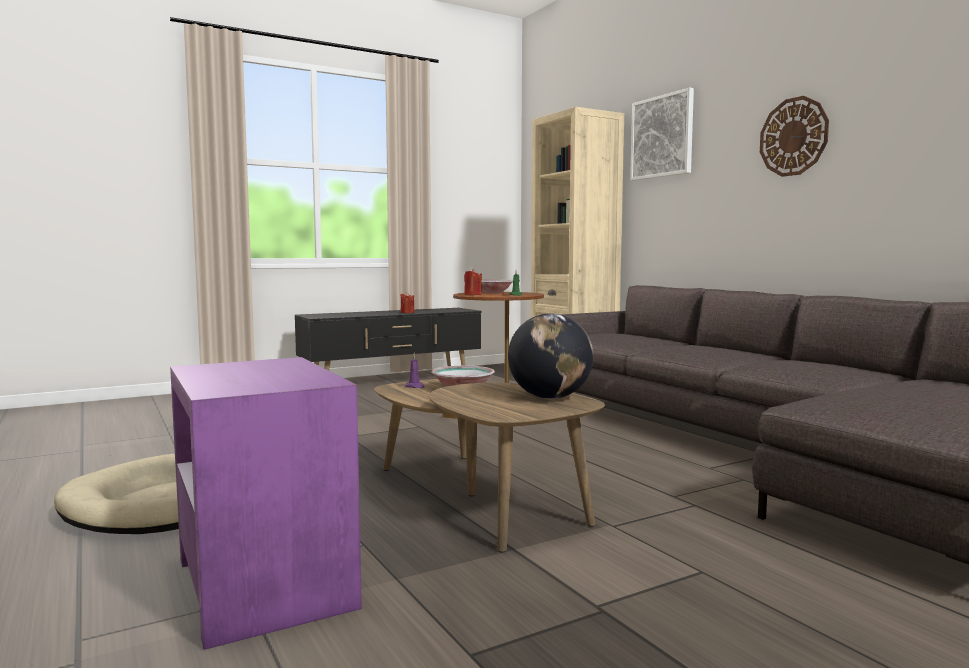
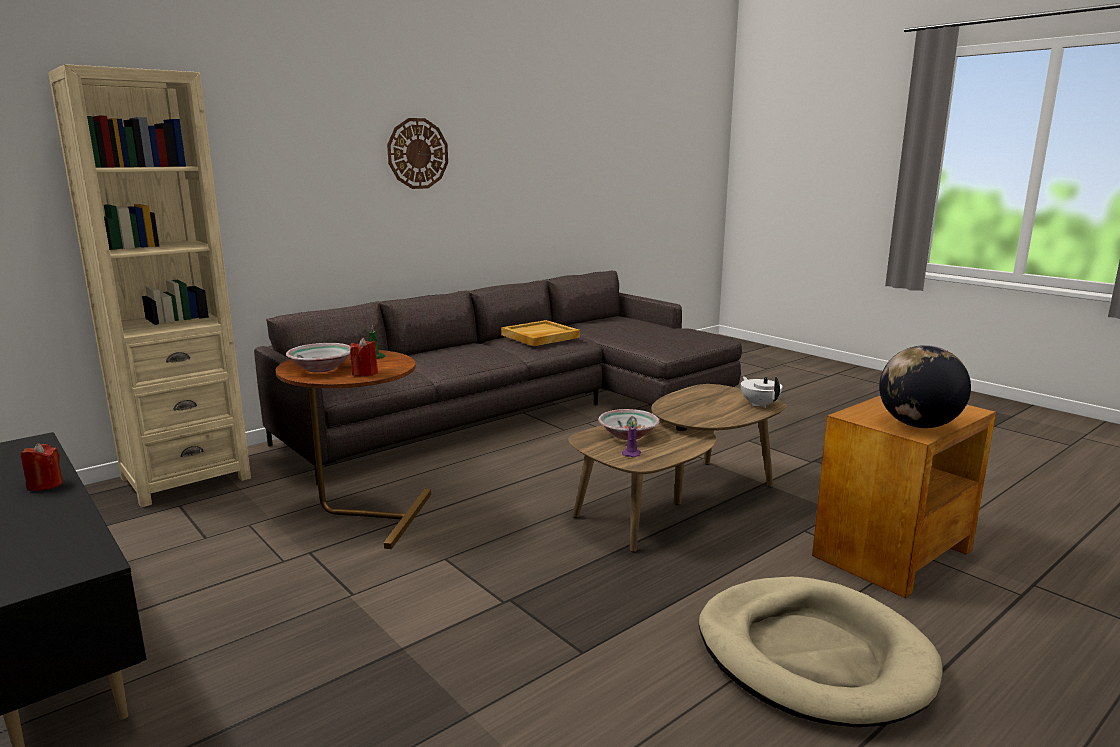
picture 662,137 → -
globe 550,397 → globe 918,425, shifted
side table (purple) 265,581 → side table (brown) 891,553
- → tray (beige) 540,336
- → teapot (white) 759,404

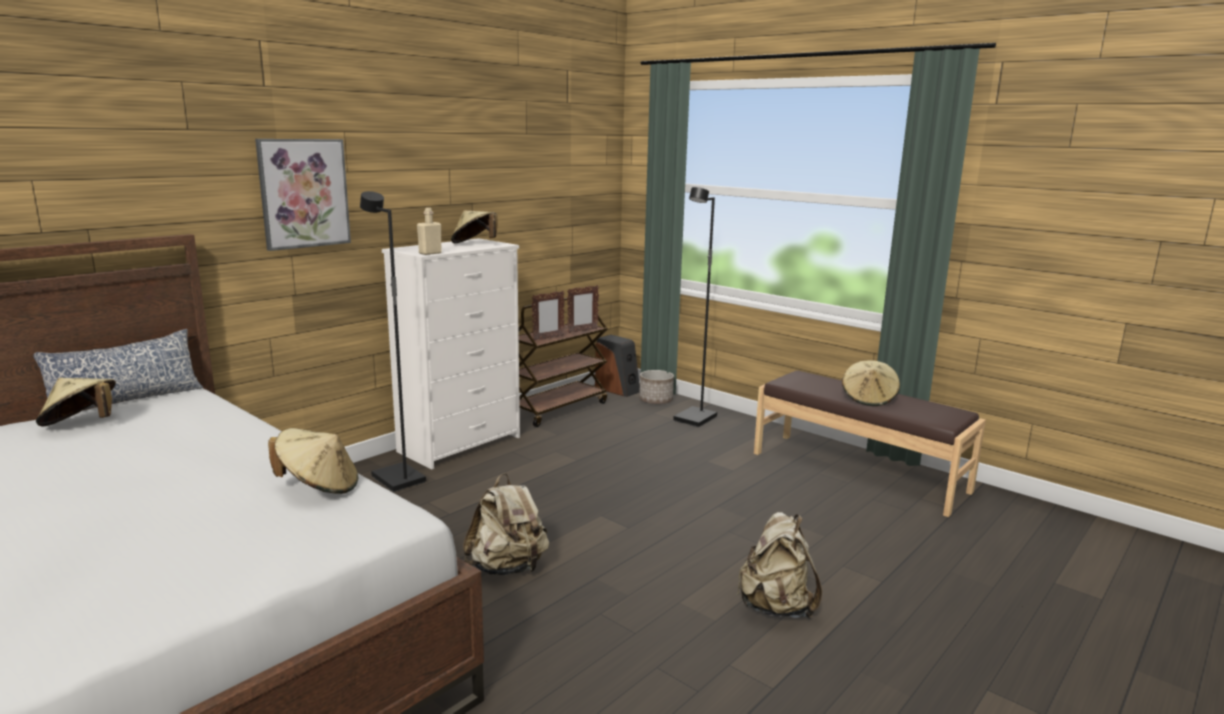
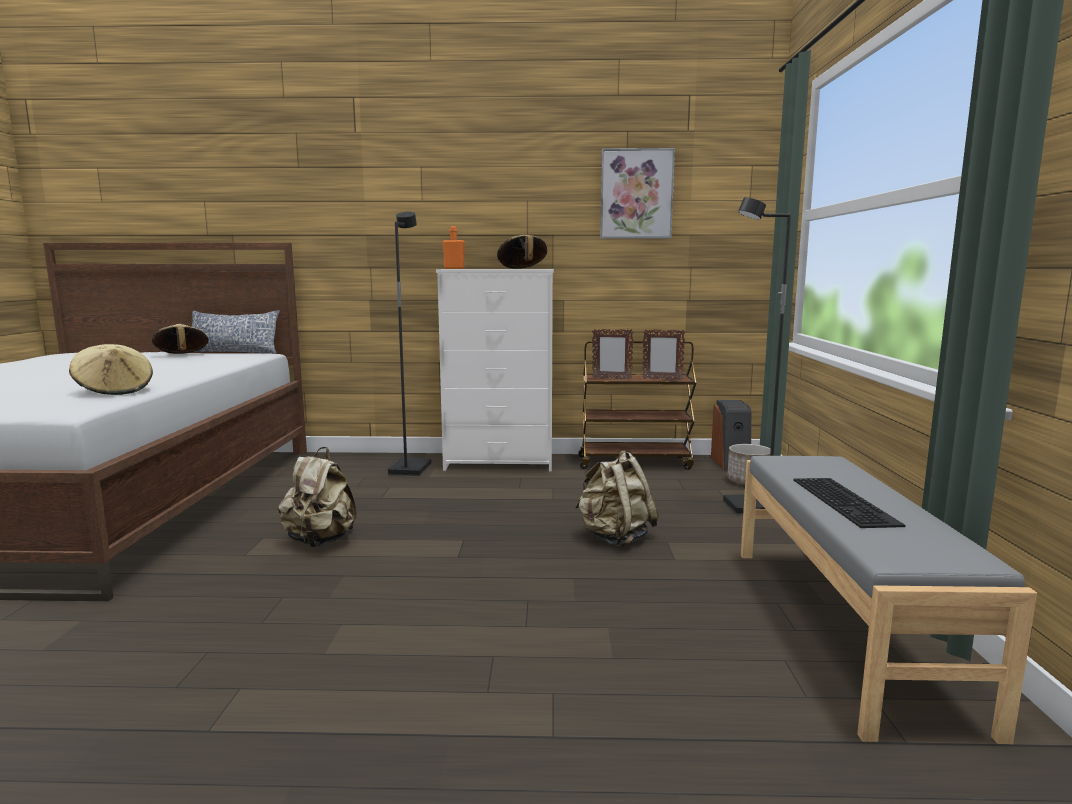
picture 303,193 → picture 636,194, shifted
bottle (beige) 430,253 → bottle (orange) 454,268
hat (beige) 869,399 → keyboard 847,501
bench (brown) 858,471 → bench (grey) 845,626
backpack (beige) 775,607 → backpack (beige) 615,538, shifted

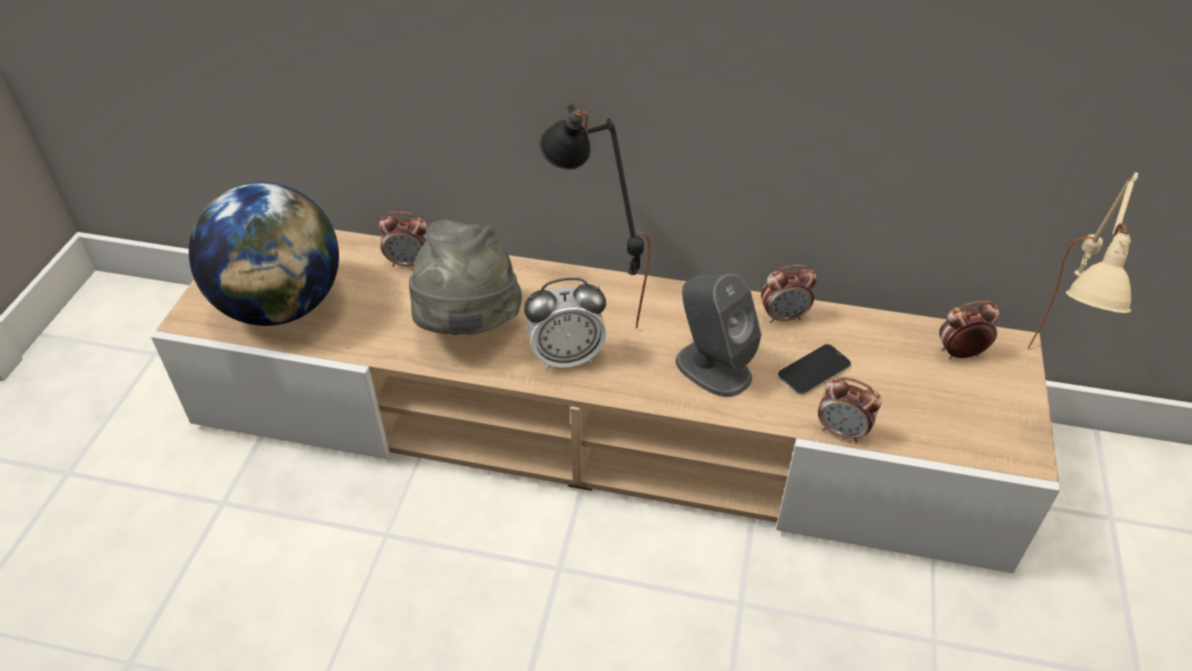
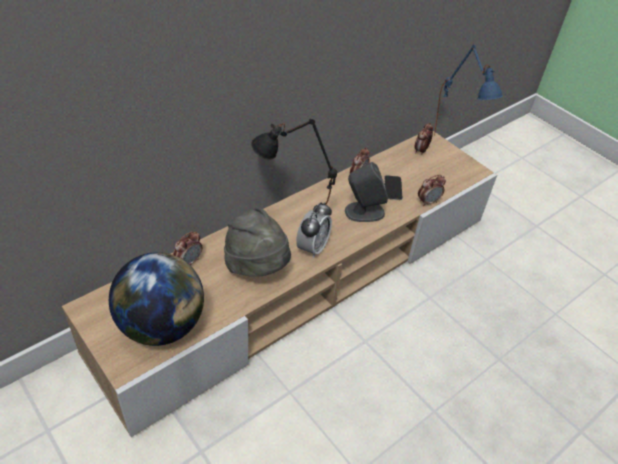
table lamp (beige) 1041,389 → table lamp (blue) 454,146

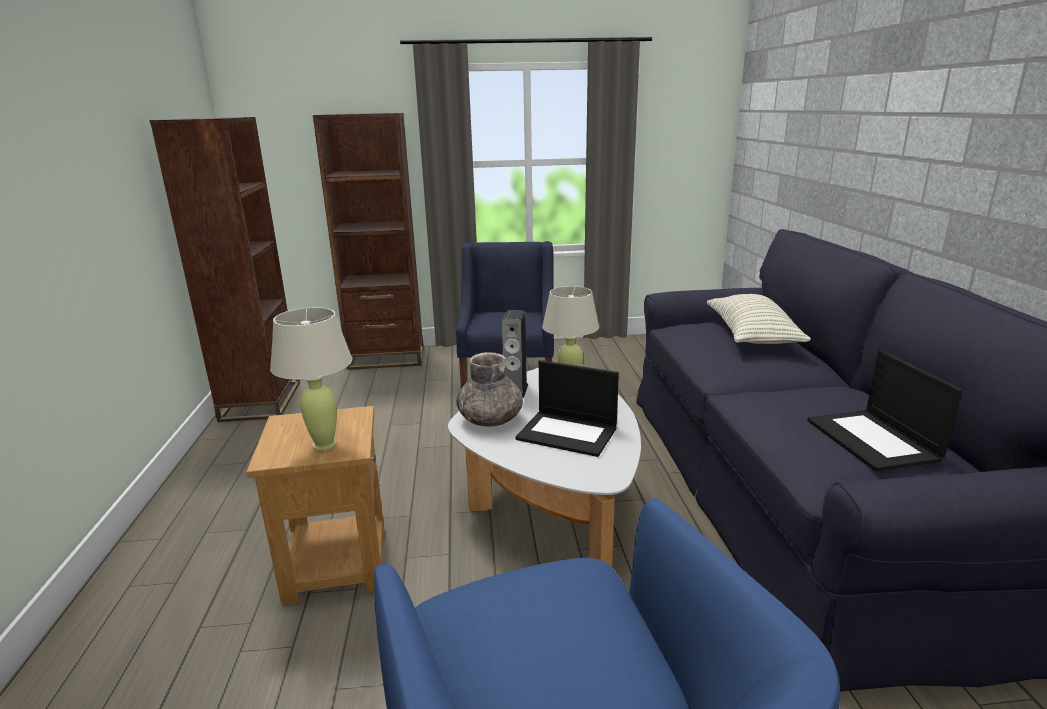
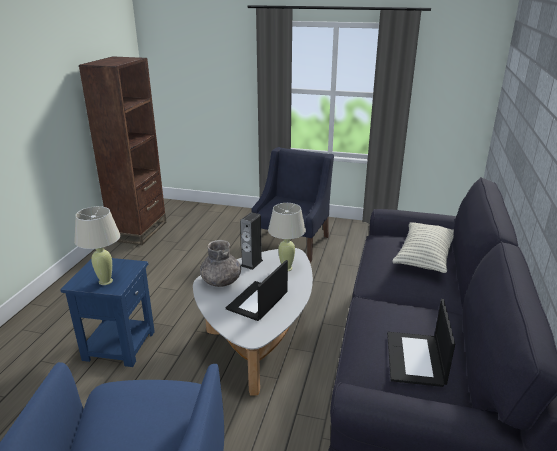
bookcase (brown) 386,358 → -
laptop 568,433 → laptop 257,301, 75 degrees clockwise
side table (brown) 336,564 → side table (blue) 119,345

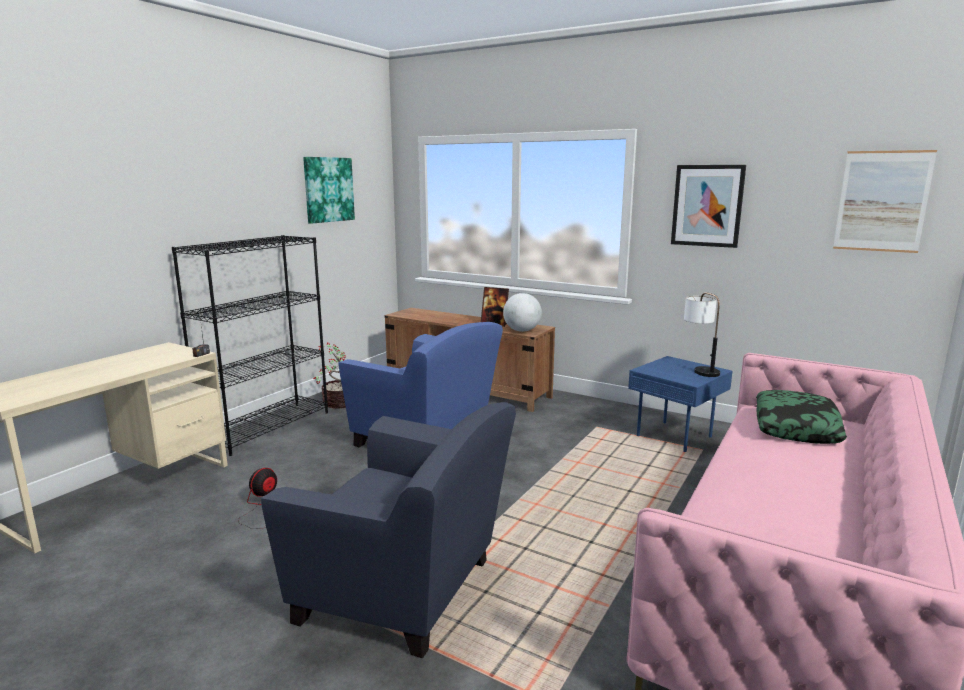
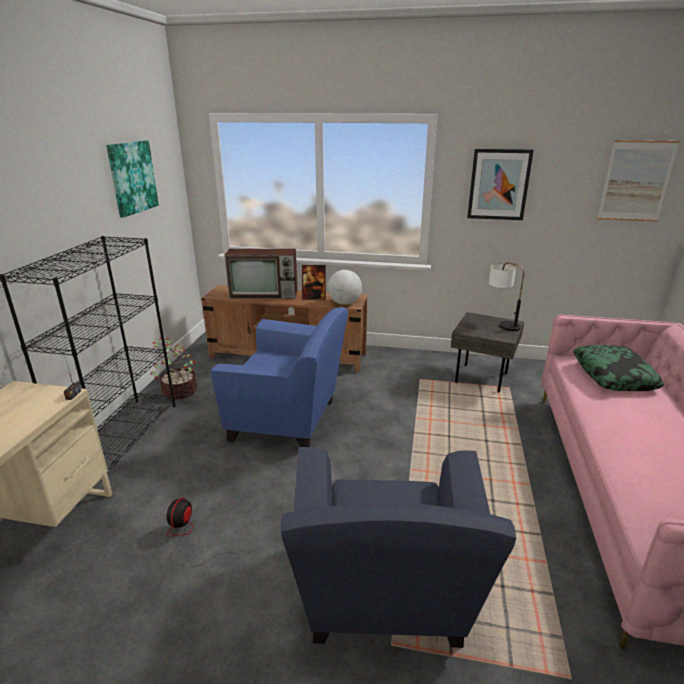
side table (blue) 676,436 → side table (grey) 483,378
armchair (blue) 407,590 → armchair (blue) 385,596, 90 degrees clockwise
- → television 265,294

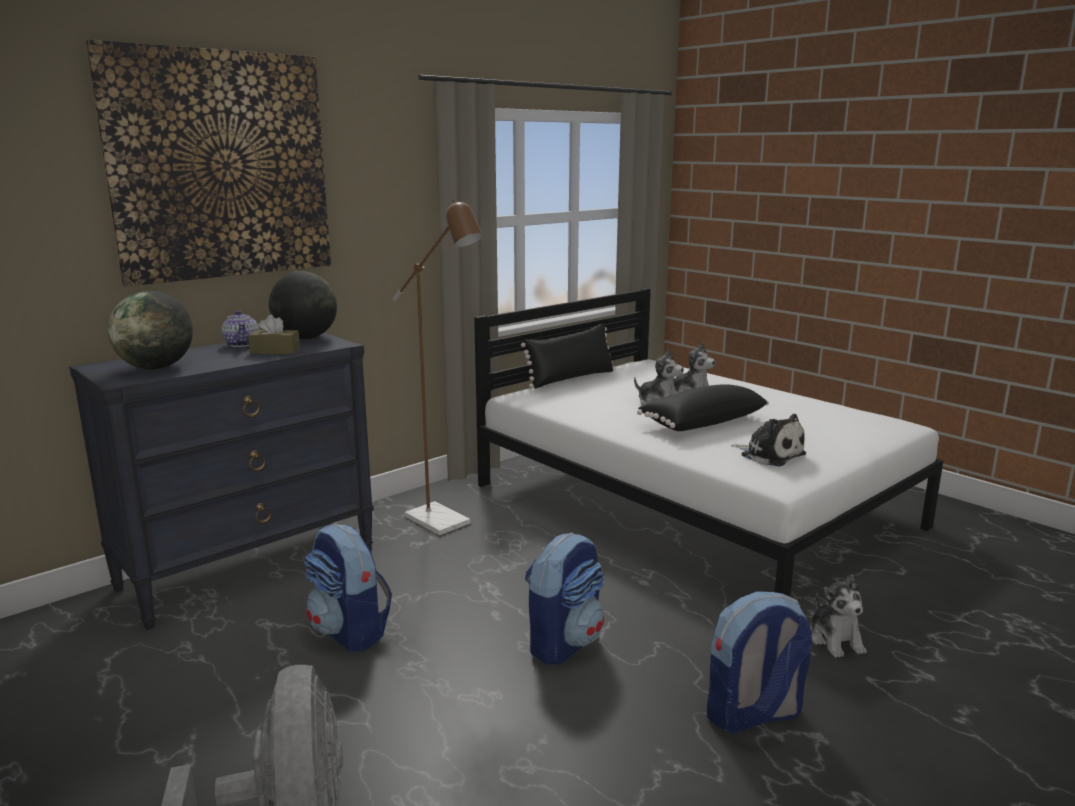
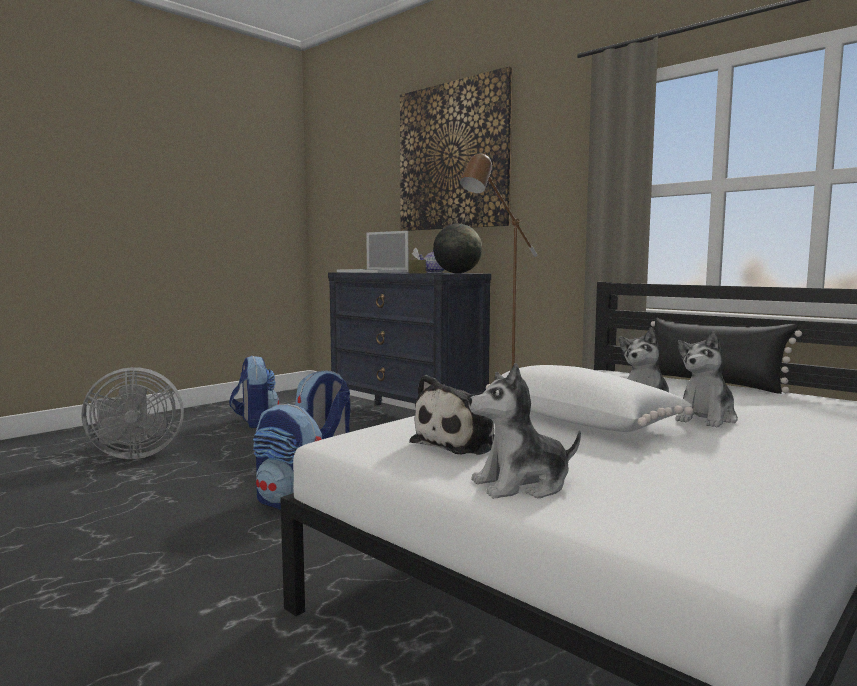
globe 156,368 → laptop 373,272
pillow (black) 701,422 → pillow (white) 581,421
plush toy 835,640 → plush toy 522,485, shifted
backpack 753,715 → backpack 255,422, shifted

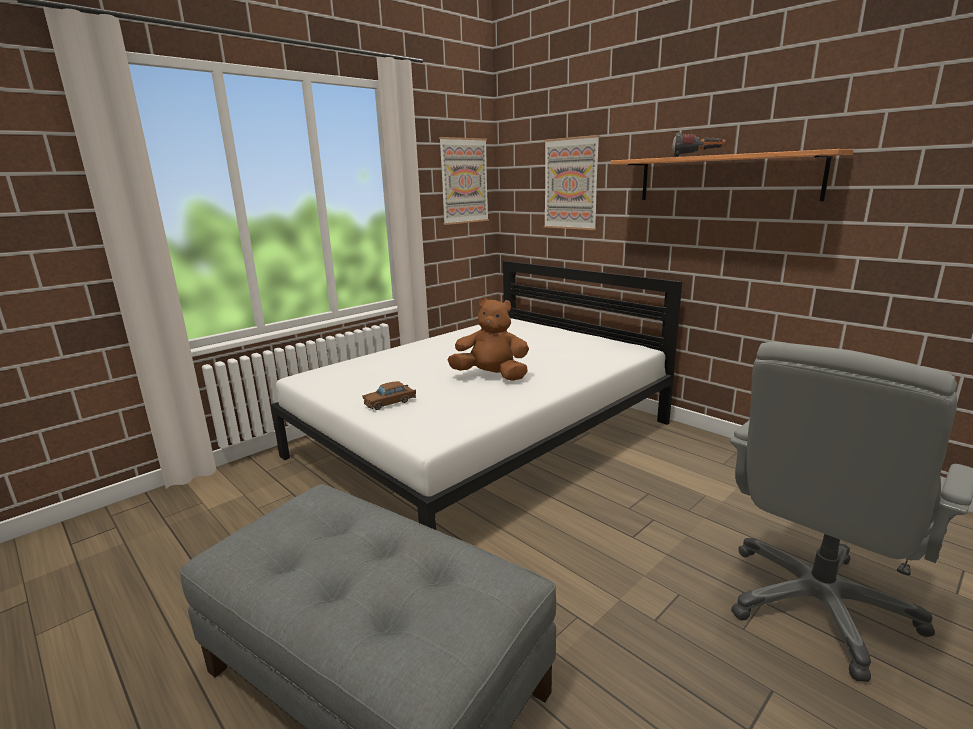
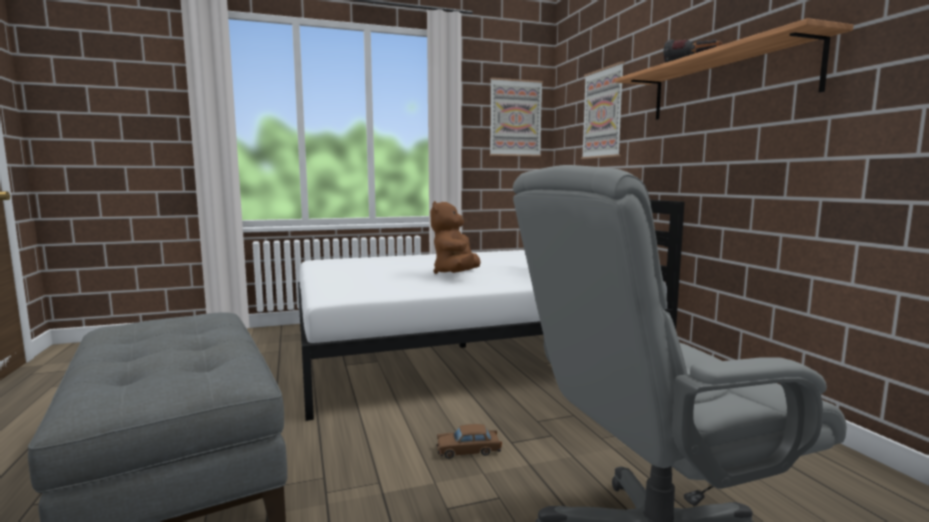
plush toy (brown) 491,376 → plush toy (brown) 456,274, 120 degrees counterclockwise
toy car (brown) 390,402 → toy car (brown) 468,450, shifted

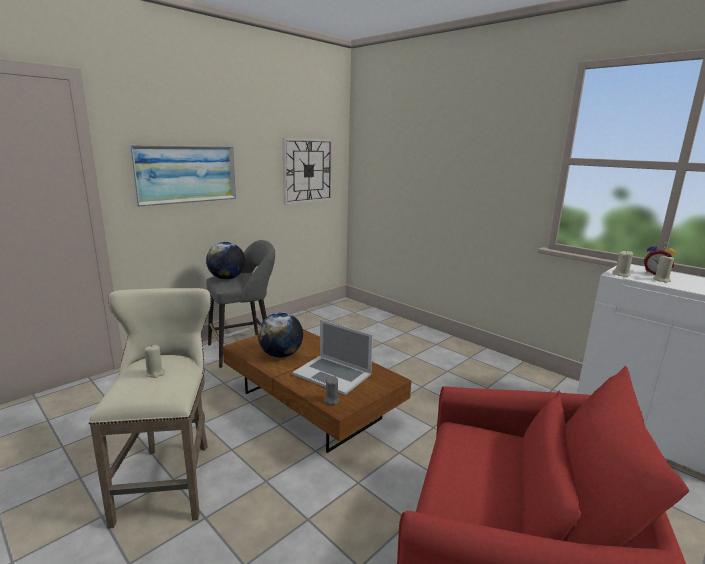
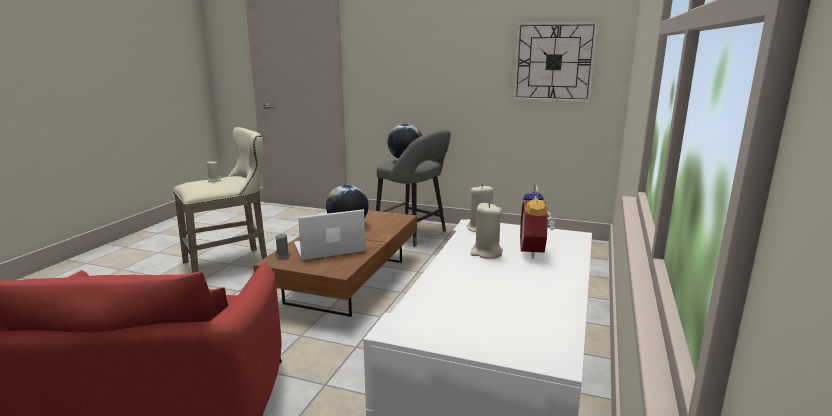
picture 186,174 → -
laptop 332,374 → laptop 329,248, 60 degrees clockwise

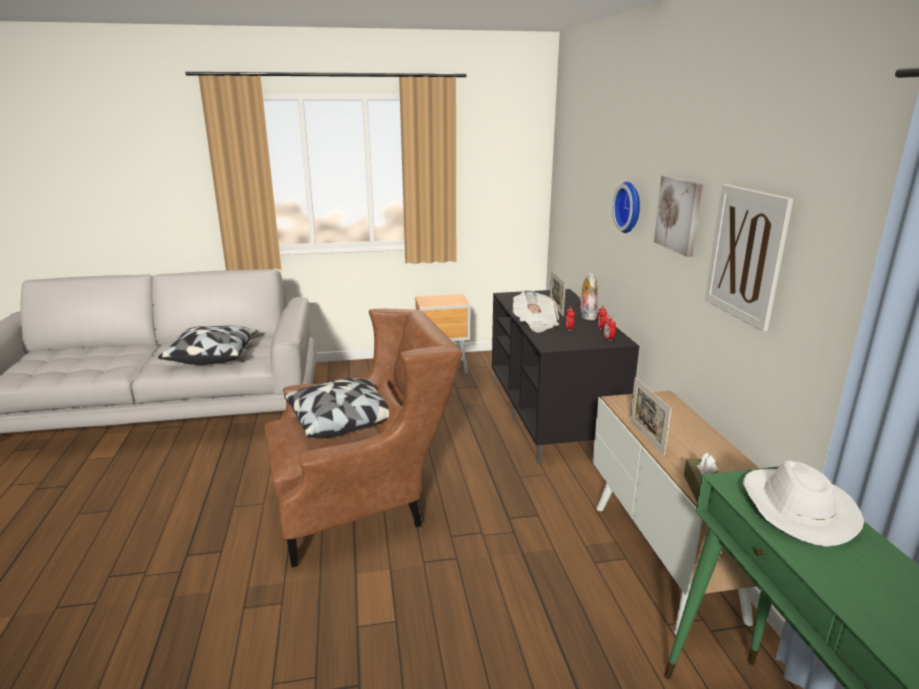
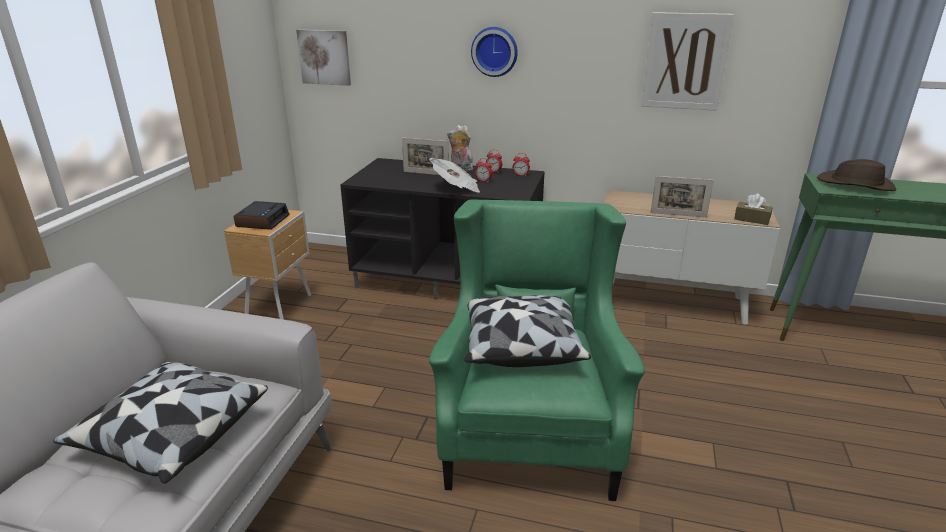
picture 679,214 → picture 325,57, shifted
armchair (brown) 362,506 → armchair (green) 529,427
hat (white) 795,508 → hat (brown) 855,185
- → alarm clock 262,221

